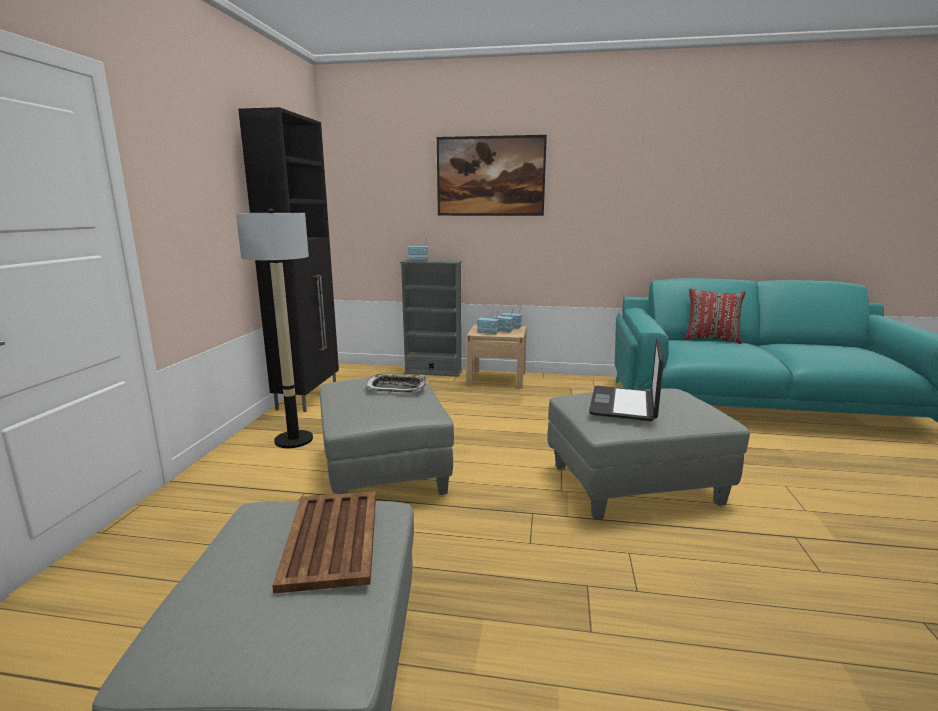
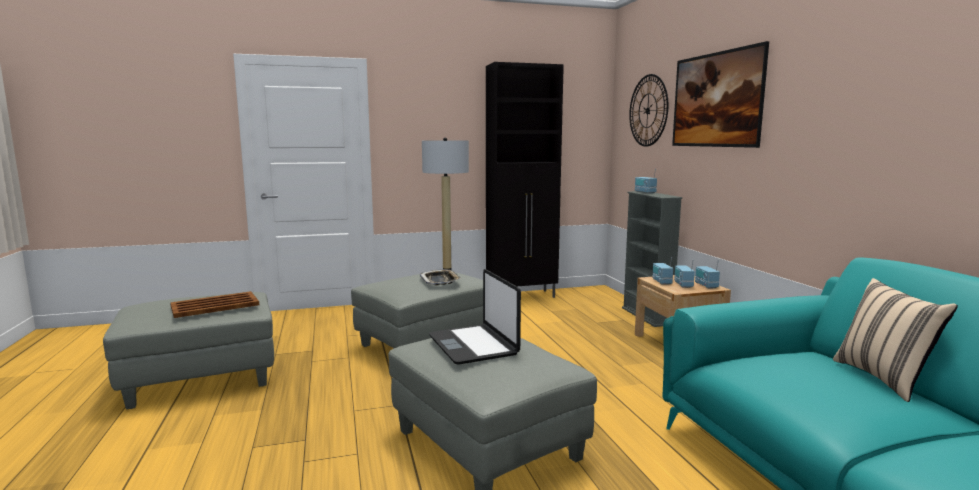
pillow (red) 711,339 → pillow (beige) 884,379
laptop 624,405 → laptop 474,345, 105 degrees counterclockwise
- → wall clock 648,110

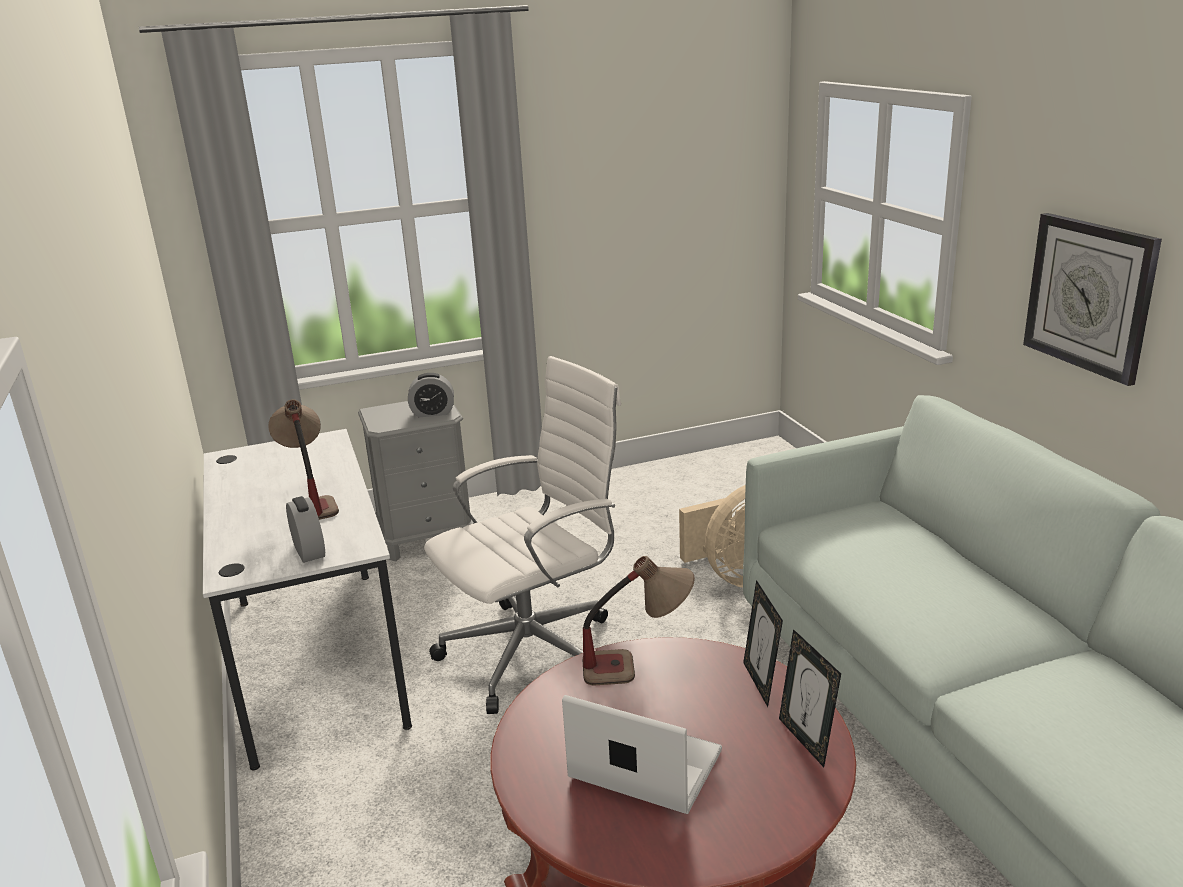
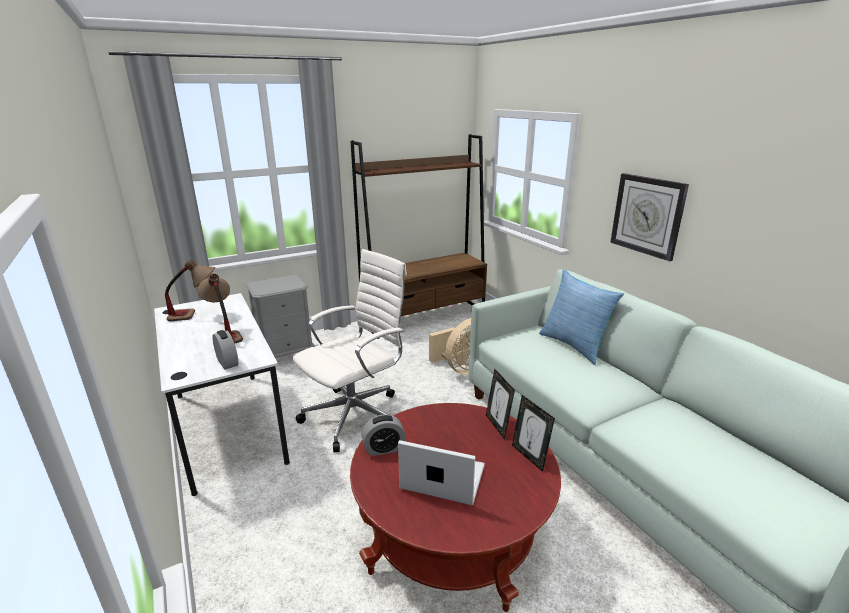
alarm clock 433,413 → alarm clock 384,449, shifted
table lamp 638,667 → table lamp 196,314, shifted
- → bookcase (brown) 425,317
- → pillow 574,345

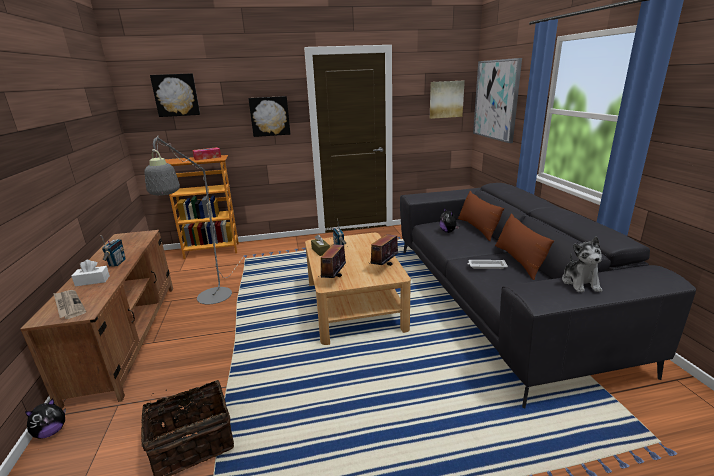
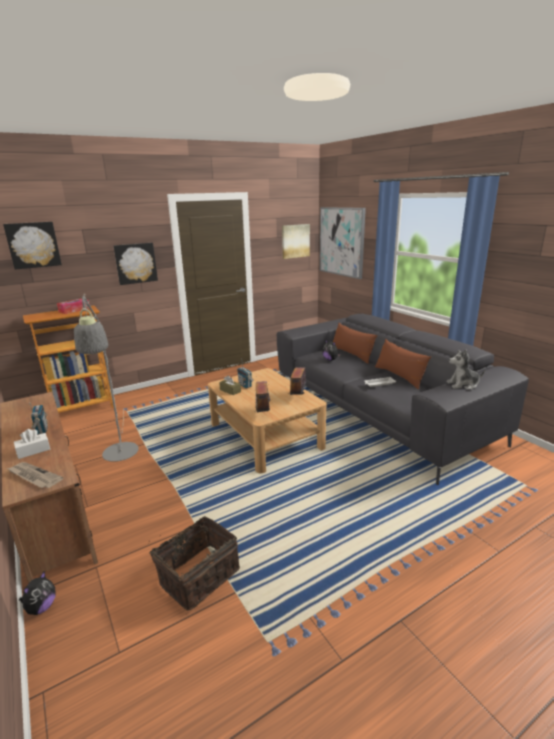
plush toy 580,283 → plush toy 463,384, 105 degrees clockwise

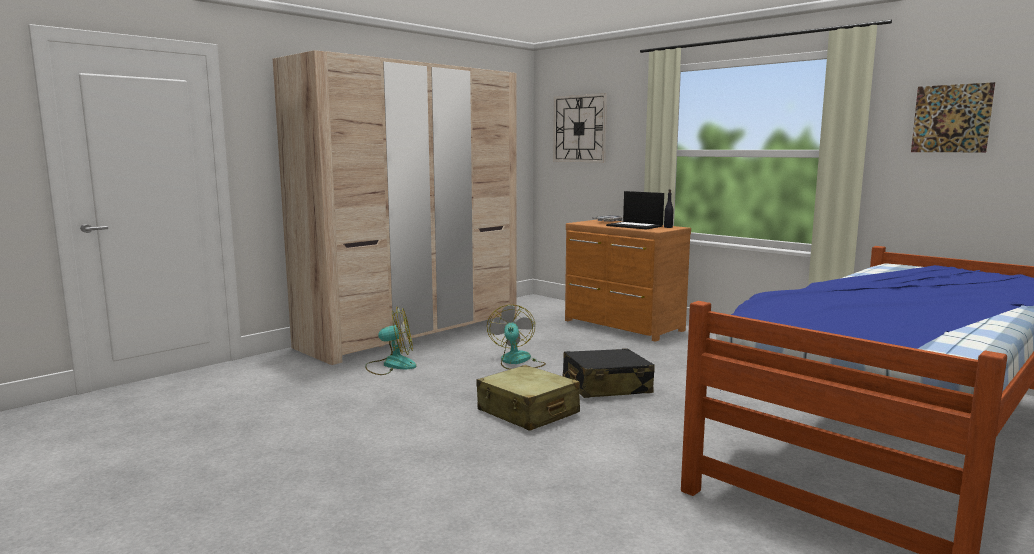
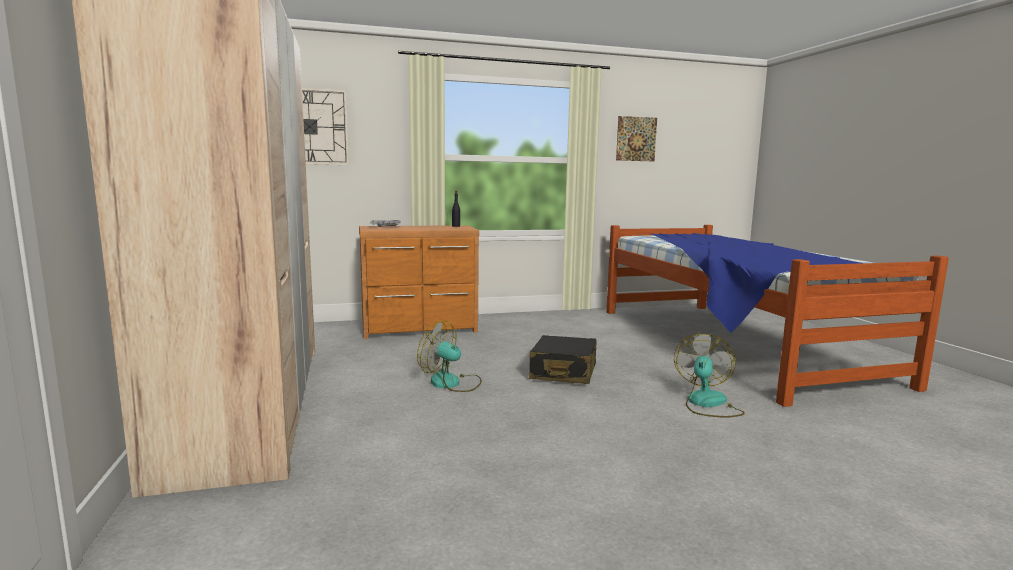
laptop 635,226 → -
fan 391,365 → fan 707,404, shifted
suitcase (beige) 527,412 → -

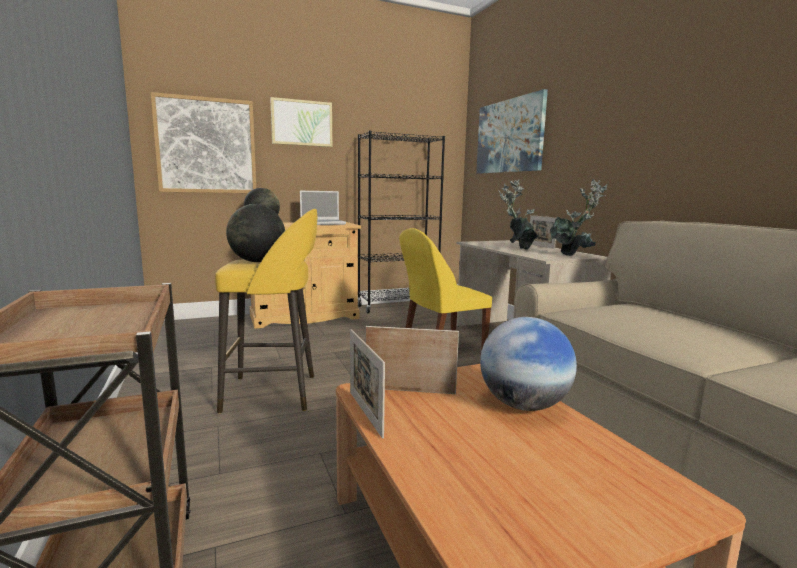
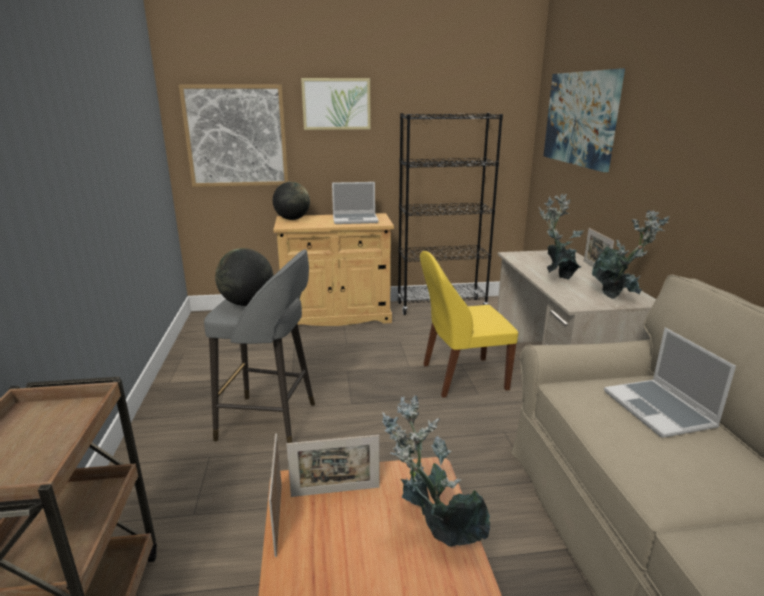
stool (yellow) 273,393 → stool (grey) 270,422
globe 523,405 → potted plant 433,533
picture frame 410,391 → picture frame 335,491, 150 degrees clockwise
- → laptop 660,410

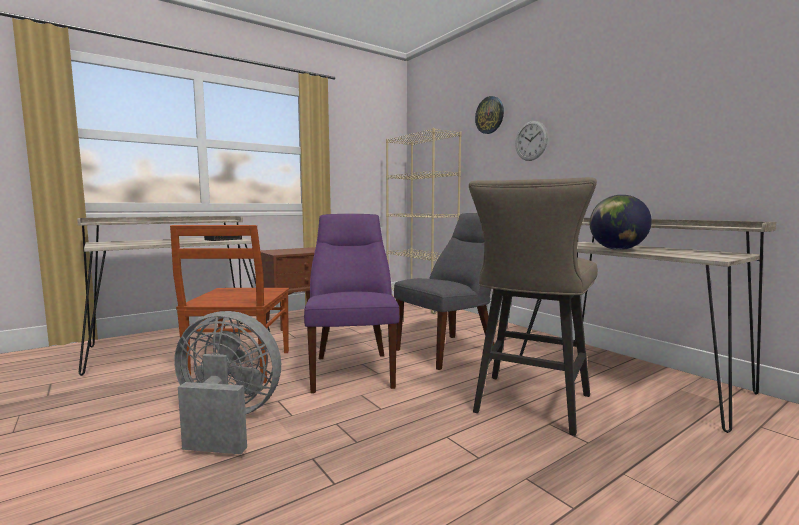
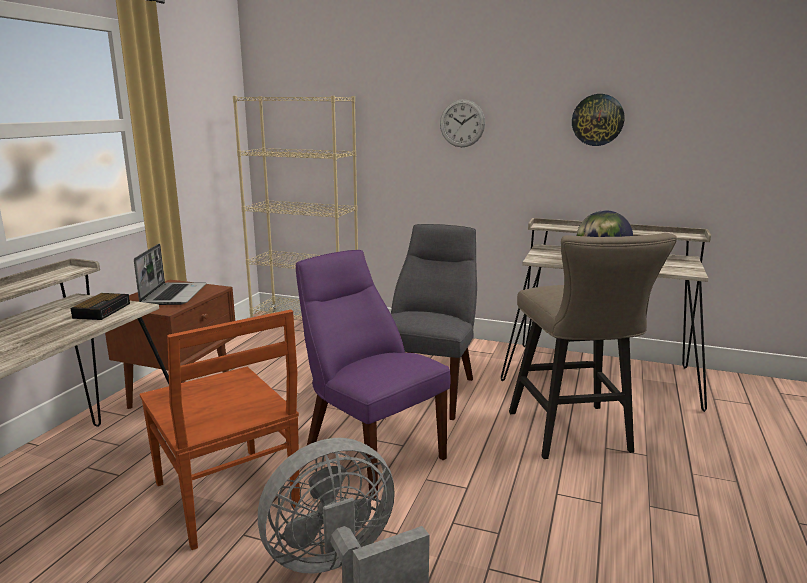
wall clock 489,115 → wall clock 597,120, shifted
- → laptop 173,295

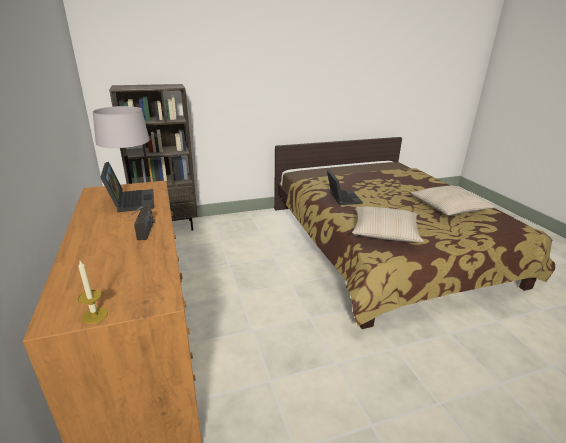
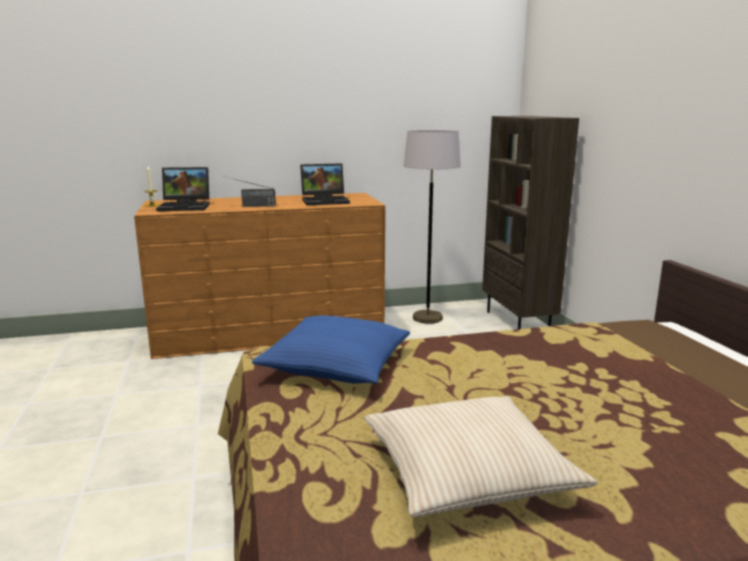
laptop 341,198 → laptop 186,206, shifted
pillow (beige) 385,231 → pillow (blue) 336,364

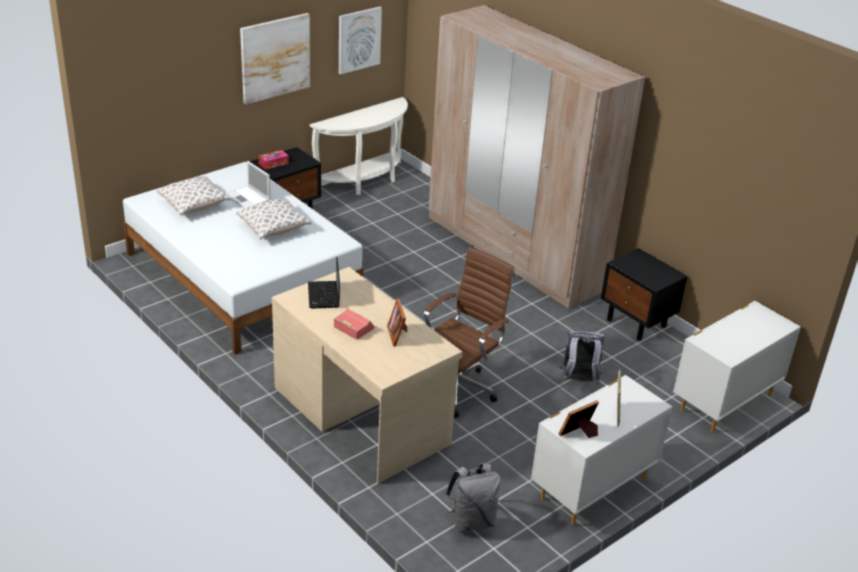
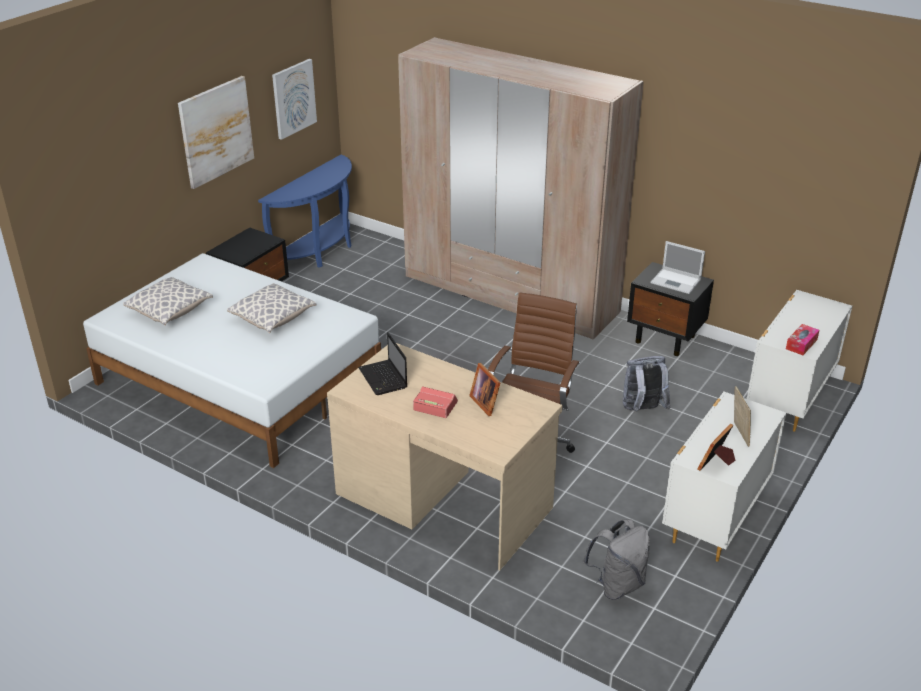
console table (white) 365,181 → console table (blue) 320,252
tissue box 273,163 → tissue box 801,344, shifted
laptop 248,198 → laptop 676,281, shifted

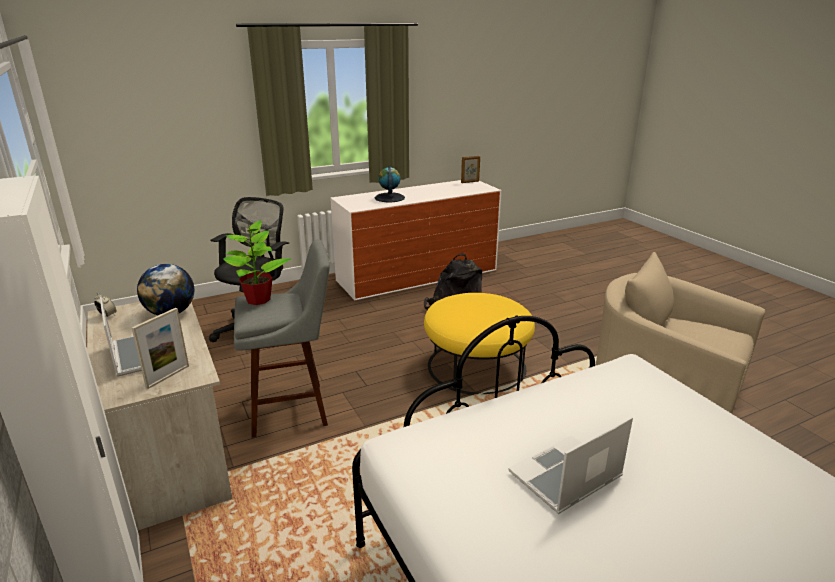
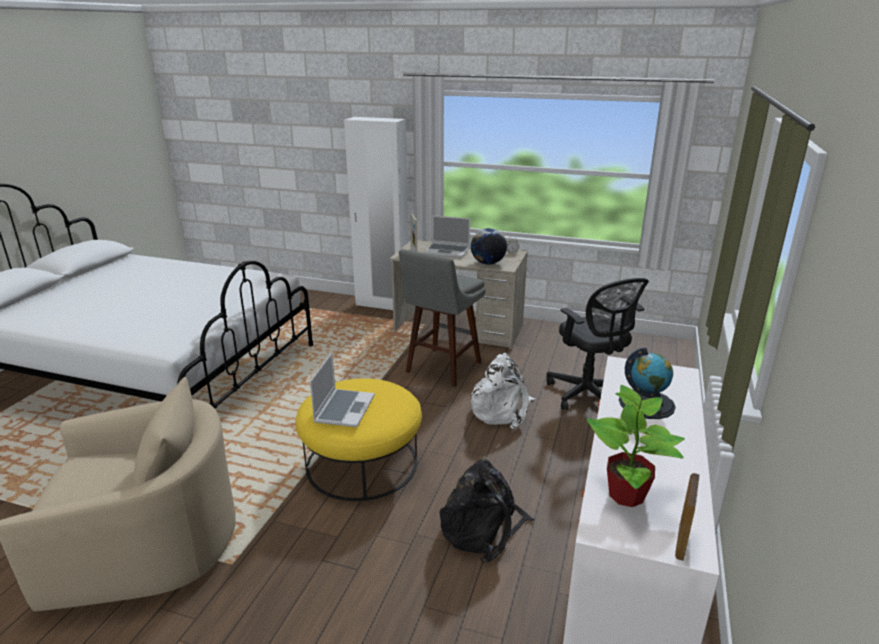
potted plant 258,299 → potted plant 627,495, shifted
laptop 565,477 → laptop 344,409, shifted
- → backpack (white) 502,410

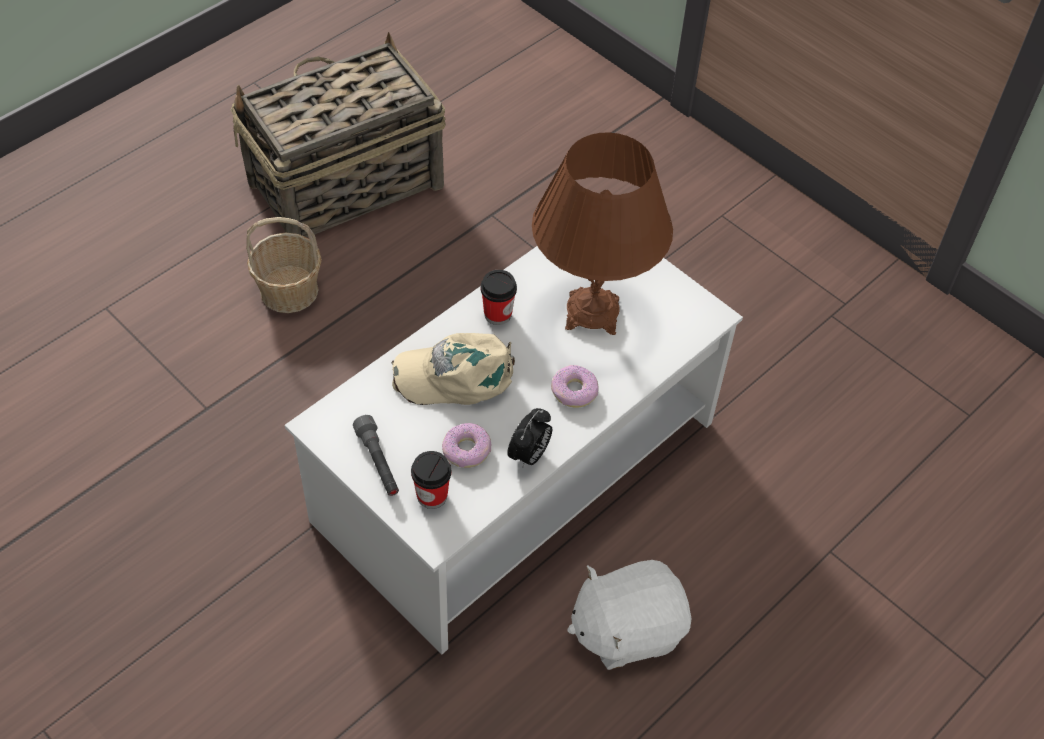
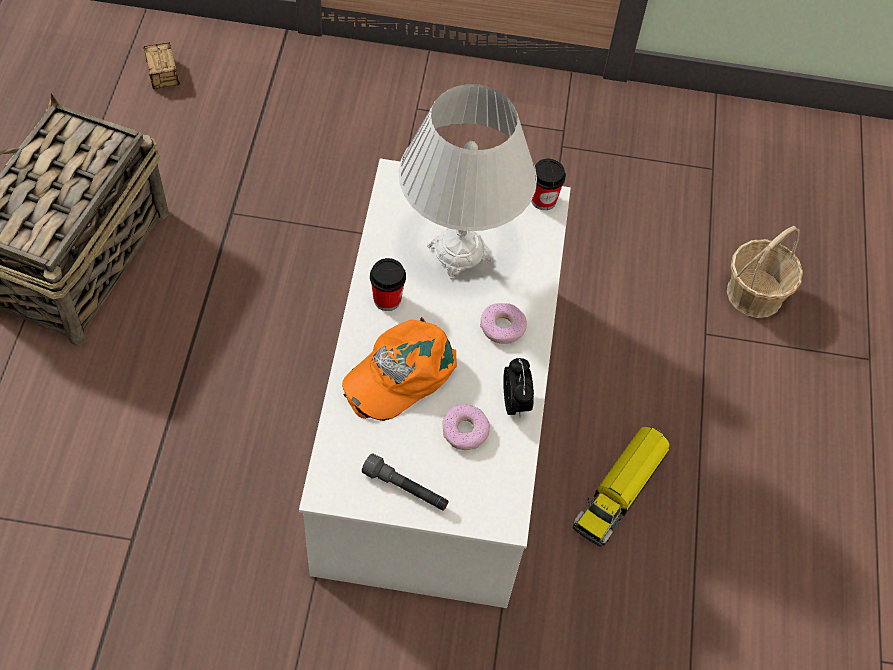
table lamp (brown) 592,313 → table lamp (white) 459,252
basket 289,290 → basket 755,294, shifted
cap (beige) 456,374 → cap (orange) 400,372
cup 432,495 → cup 543,200, shifted
plush toy (white) 627,629 → toy truck 620,490
- → storage box 167,93

